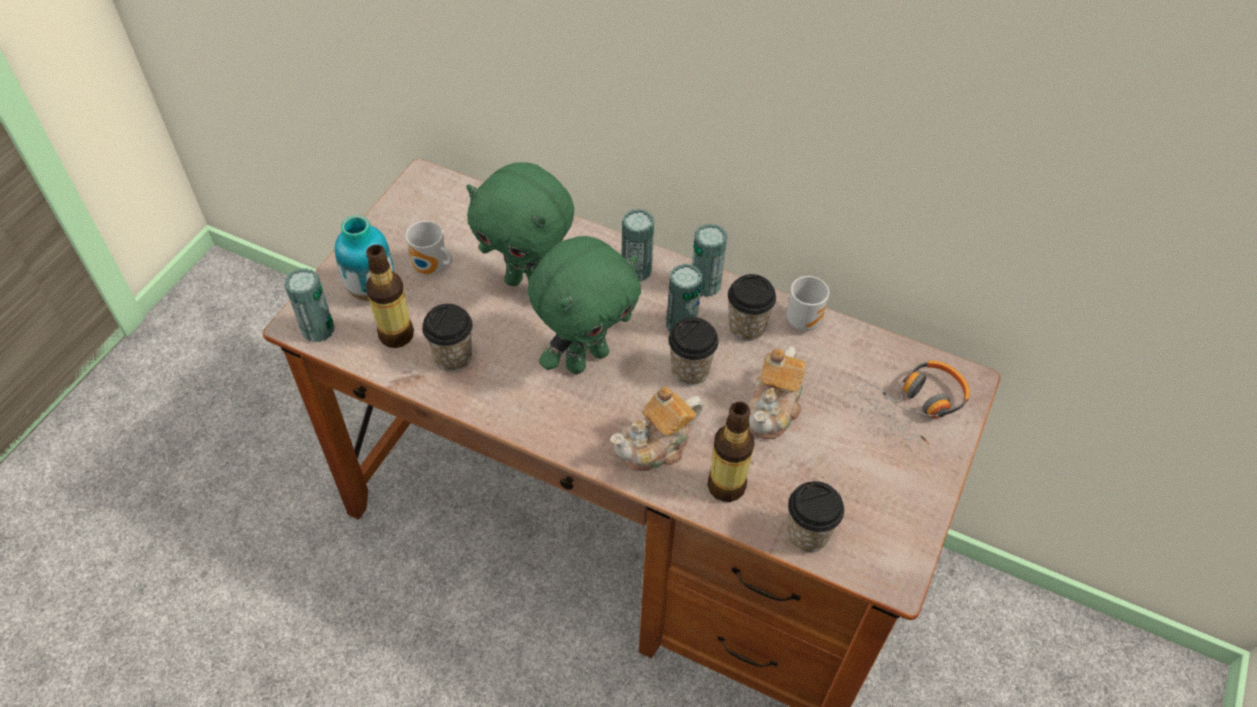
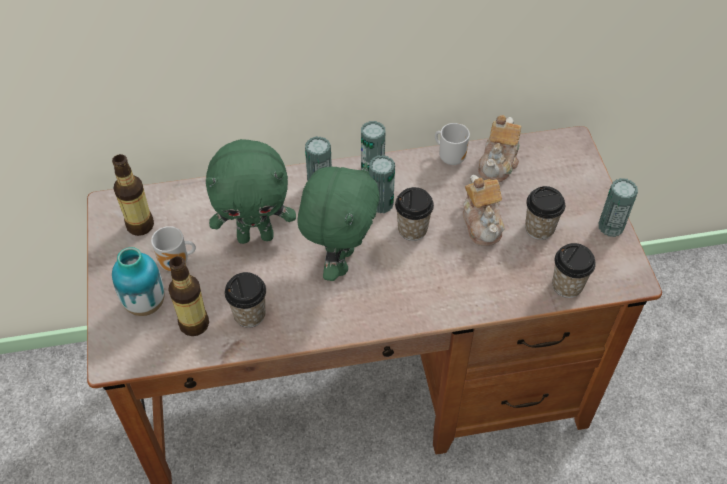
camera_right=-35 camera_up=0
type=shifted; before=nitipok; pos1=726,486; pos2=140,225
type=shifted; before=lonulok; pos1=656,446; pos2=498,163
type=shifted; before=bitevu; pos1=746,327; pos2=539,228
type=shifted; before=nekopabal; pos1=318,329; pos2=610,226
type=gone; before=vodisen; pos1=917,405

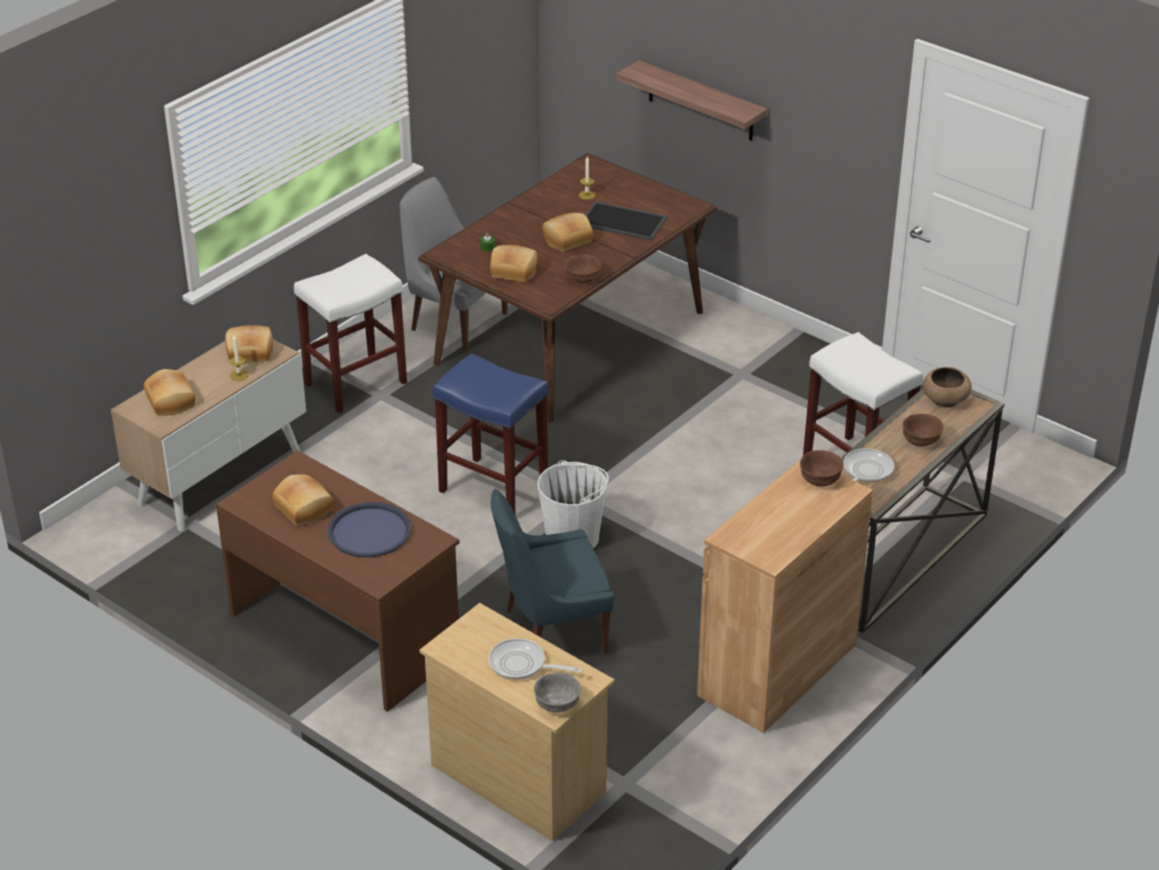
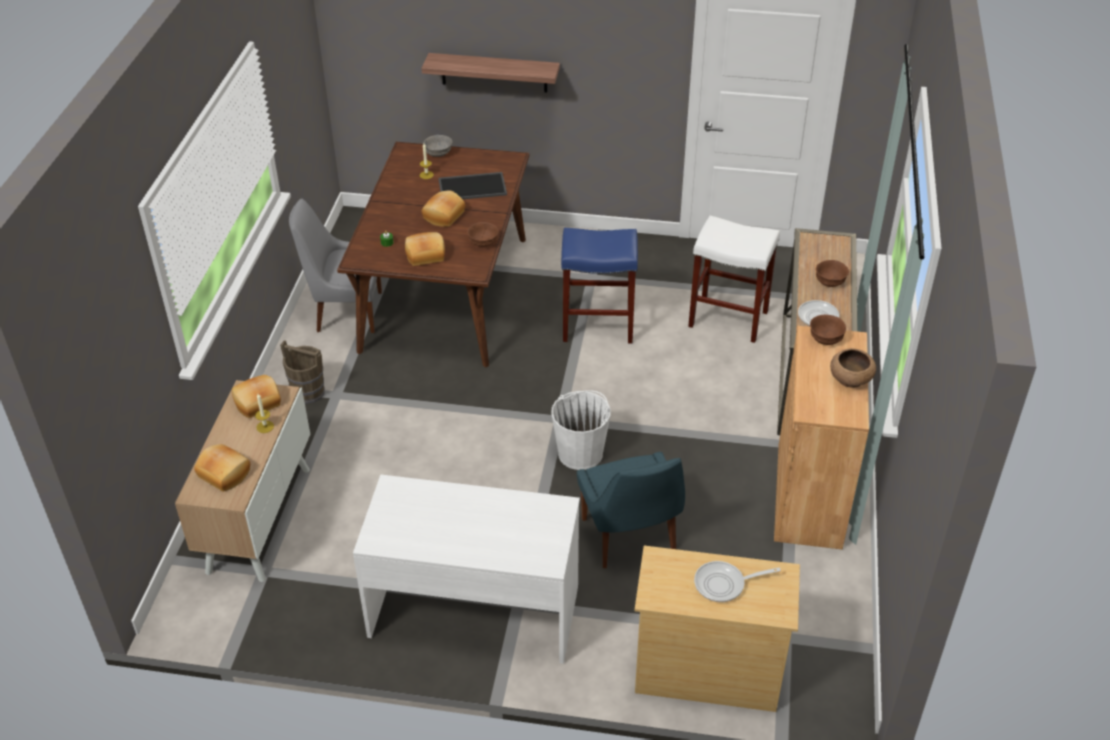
camera_right=-30 camera_up=5
type=swapped; before=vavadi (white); after=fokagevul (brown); pos1=356,382; pos2=308,392
type=repainted; before=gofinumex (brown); after=gofinumex (white); pos1=346,632; pos2=474,610
type=shifted; before=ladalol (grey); pos1=557,704; pos2=438,154
type=shifted; before=vavadi (blue); pos1=495,489; pos2=599,325
type=rotated; before=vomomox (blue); pos1=551,632; pos2=630,537; turn=-60
type=shifted; before=ladalol (brown); pos1=945,400; pos2=851,379
type=gone; before=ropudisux; pos1=305,508
type=gone; before=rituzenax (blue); pos1=369,531

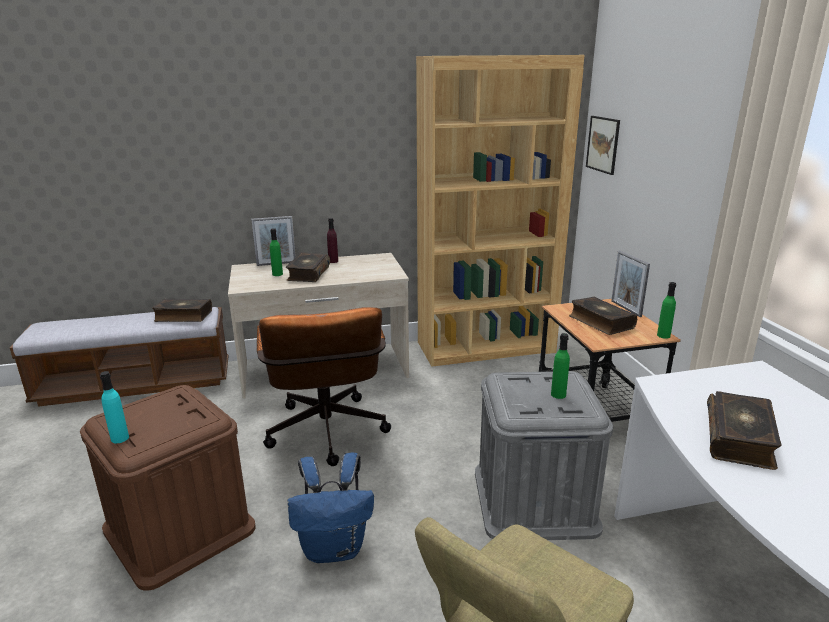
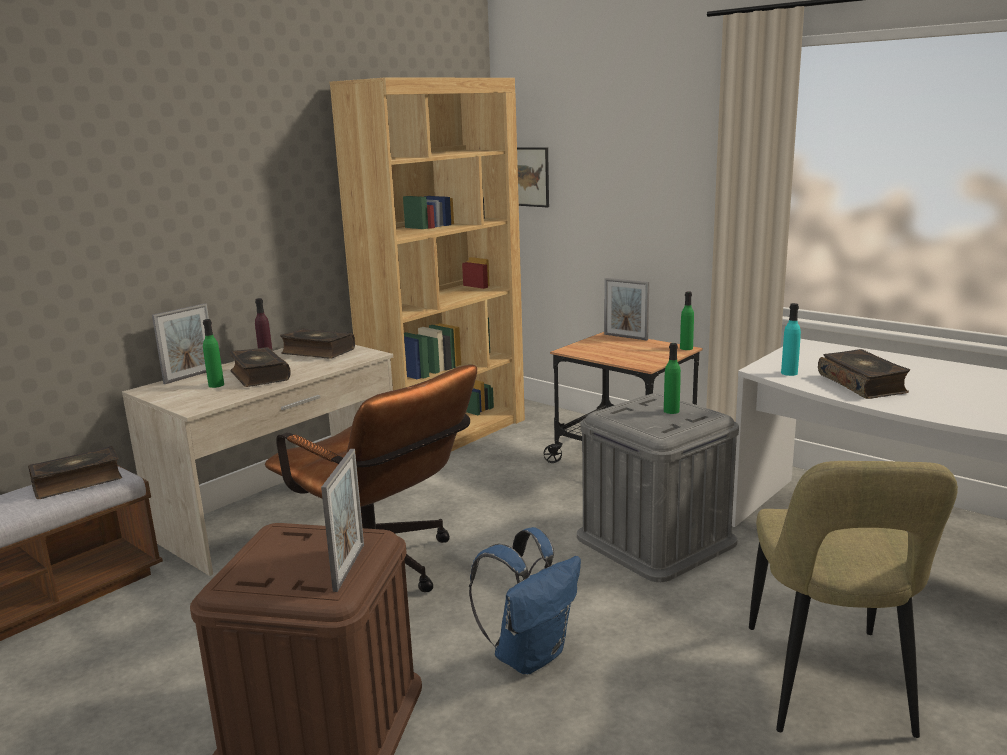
camera_right=-35 camera_up=-5
type=shifted; before=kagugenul; pos1=600,322; pos2=317,352
type=new; after=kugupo; pos2=349,567
type=shifted; before=nitipok (turquoise); pos1=120,438; pos2=789,373

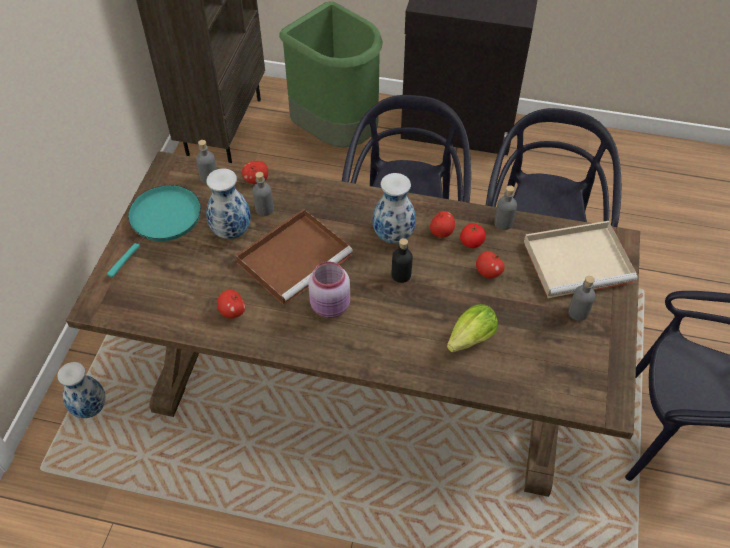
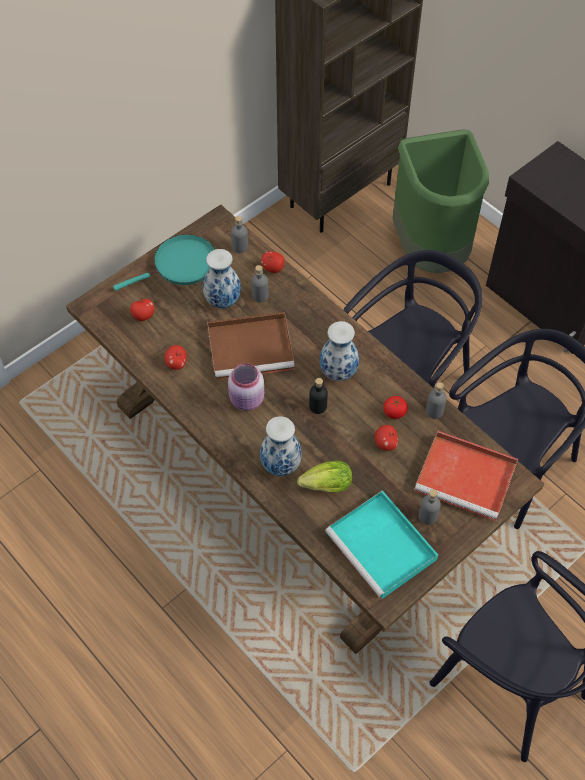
camera_right=35 camera_up=5
type=shifted; before=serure; pos1=441,232; pos2=143,316
type=shifted; before=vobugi; pos1=89,409; pos2=280,465
type=new; after=rituzenax (turquoise); pos2=383,547
type=repainted; before=rituzenax (beige); after=rituzenax (red); pos1=579,261; pos2=467,478

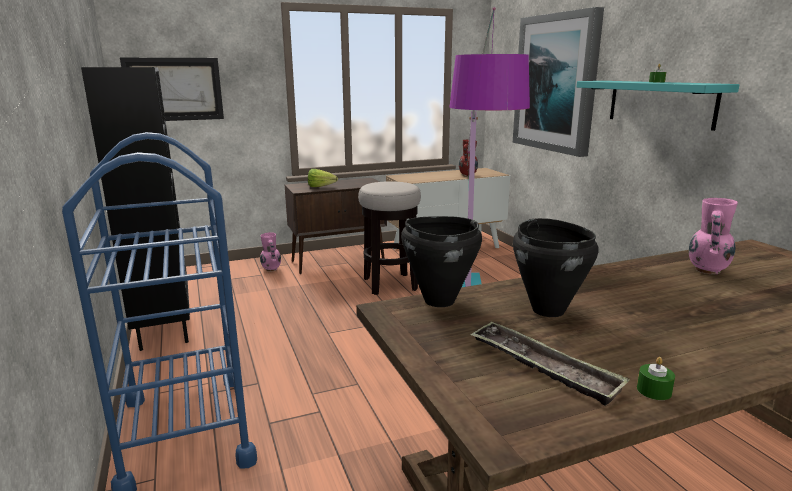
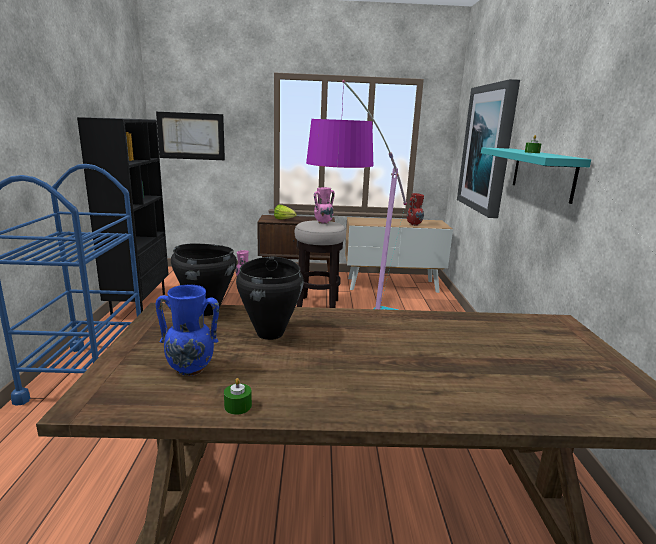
camera_right=20 camera_up=0
type=swapped; before=rituzenax; after=vobugi (blue); pos1=542,367; pos2=191,370
type=shifted; before=vobugi (pink); pos1=706,271; pos2=323,222

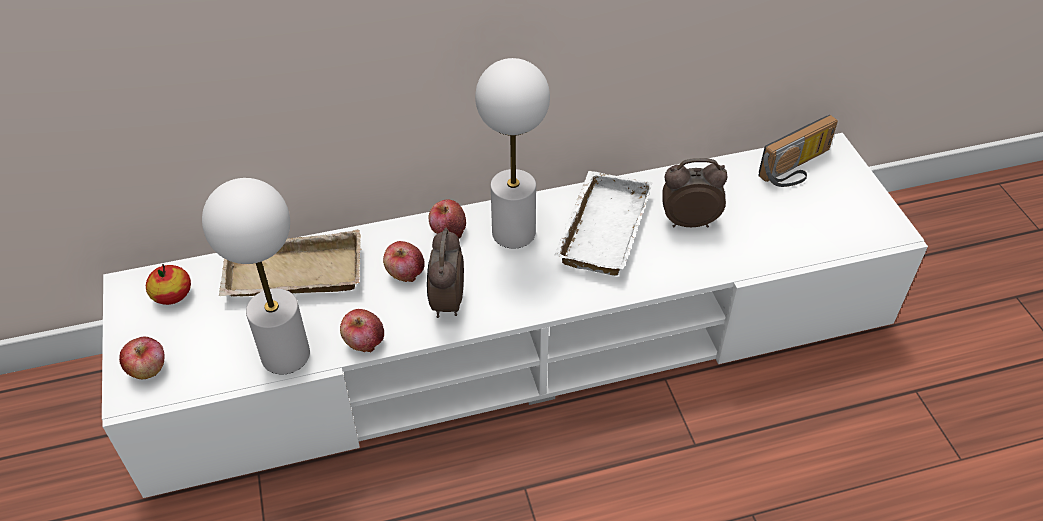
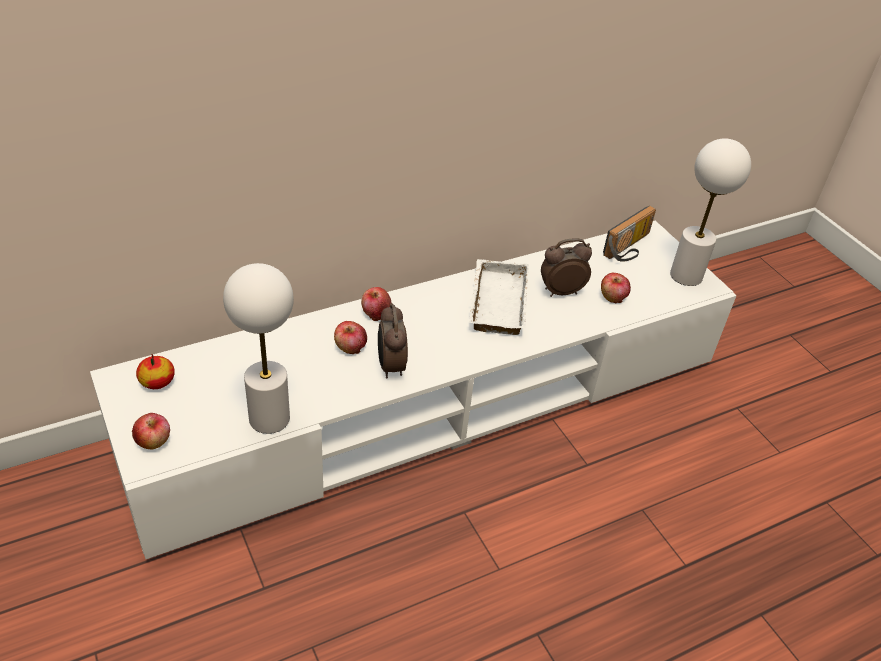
camera_right=-15 camera_up=-5
type=shifted; before=serure; pos1=364,342; pos2=612,297
type=shifted; before=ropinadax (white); pos1=514,232; pos2=686,275
type=gone; before=rituzenax (beige); pos1=292,277

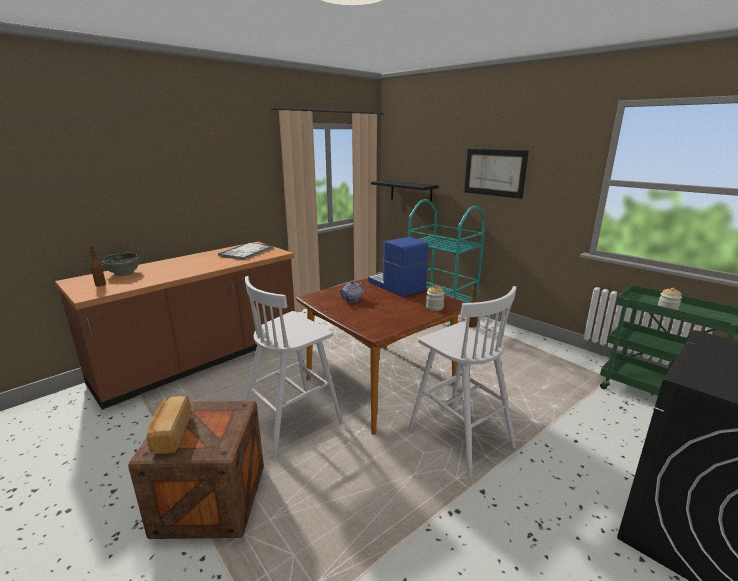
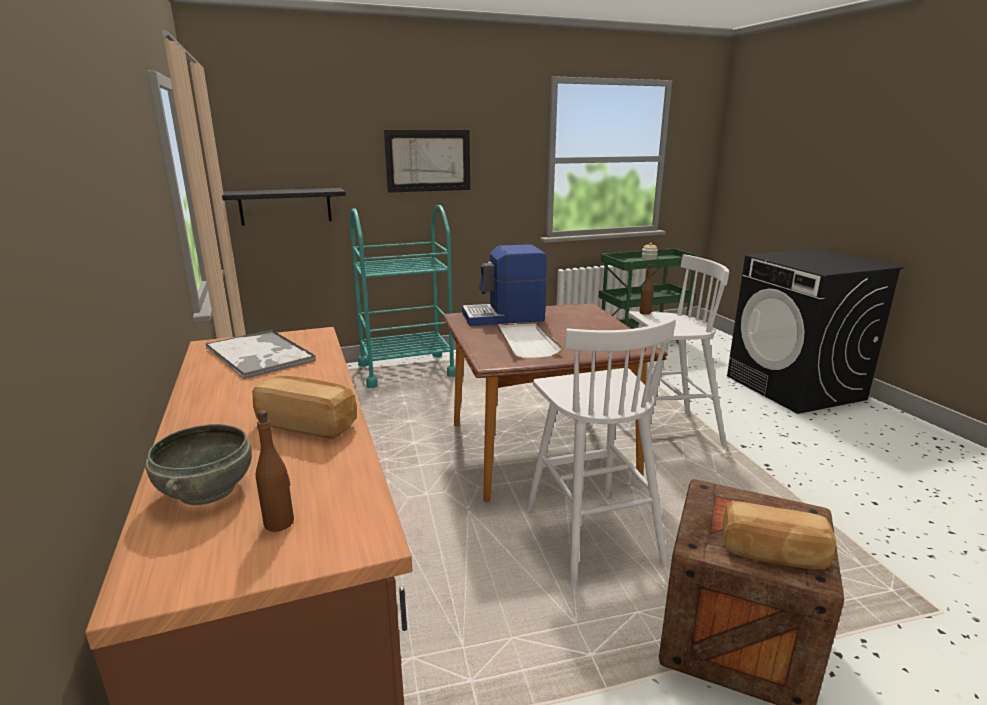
camera_right=-65 camera_up=0
type=new; after=ropudisux; pos2=308,424
type=swapped; before=lonulok; after=rituzenax (white); pos1=352,299; pos2=526,342
type=gone; before=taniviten; pos1=434,307

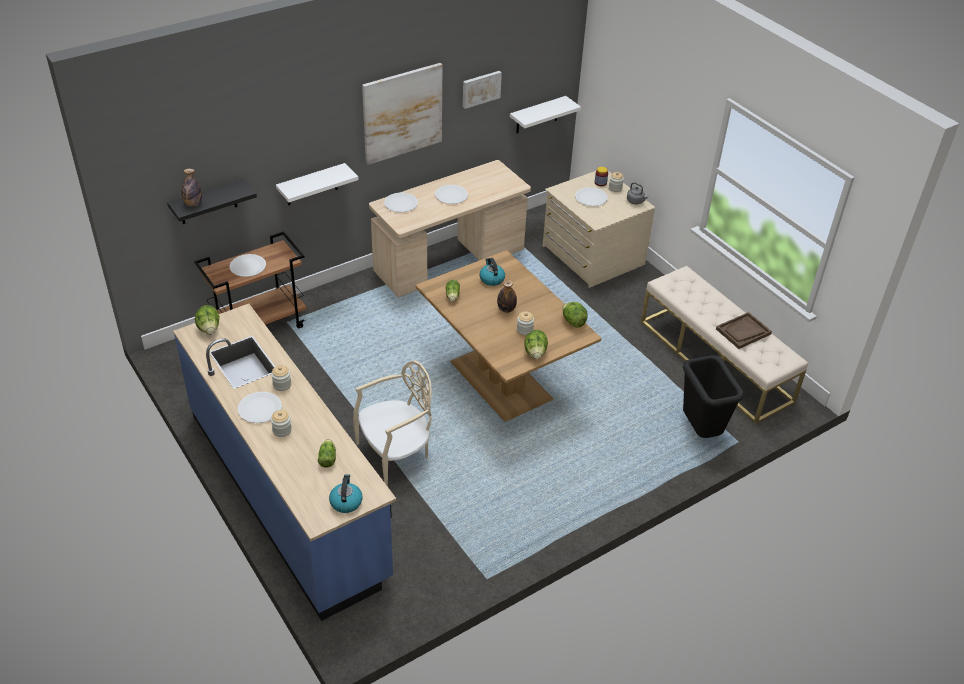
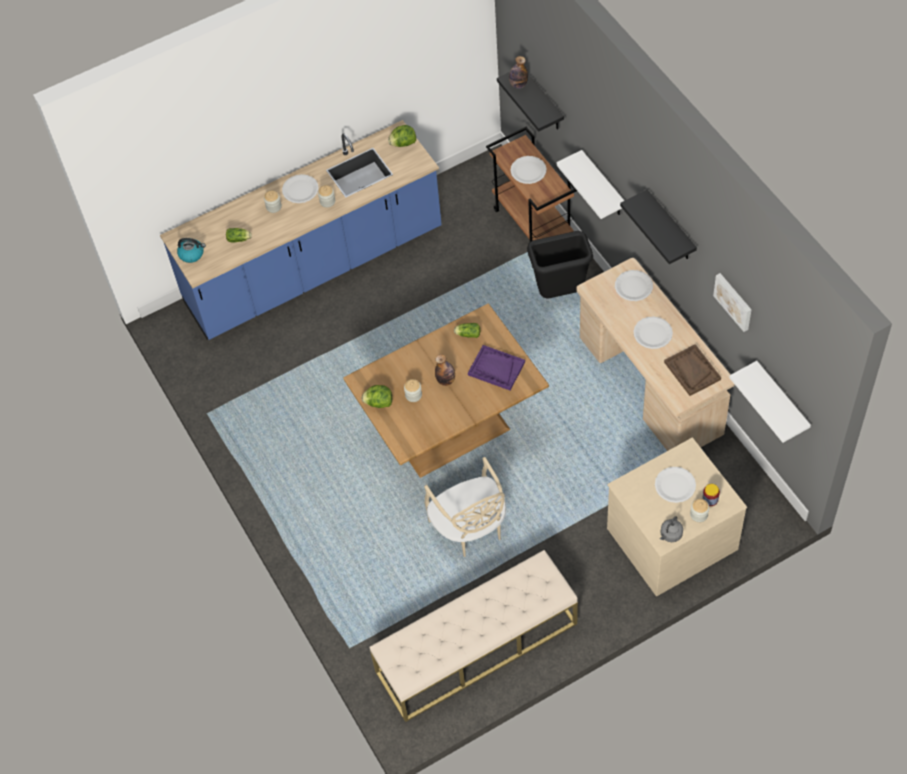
camera_right=100 camera_up=15
type=shifted; before=vomomox (beige); pos1=395,455; pos2=470,528
type=swapped; before=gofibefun; after=rituzenax (purple); pos1=491,279; pos2=496,368
type=shifted; before=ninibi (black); pos1=700,431; pos2=559,293
type=swapped; before=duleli; after=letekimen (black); pos1=402,113; pos2=670,227
type=shifted; before=rituzenax (brown); pos1=743,332; pos2=692,371
type=gone; before=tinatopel; pos1=573,322

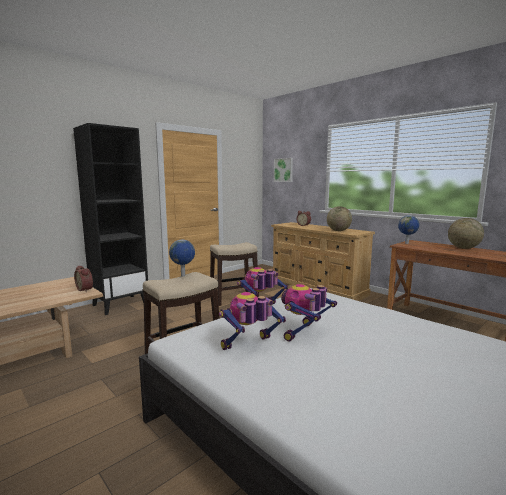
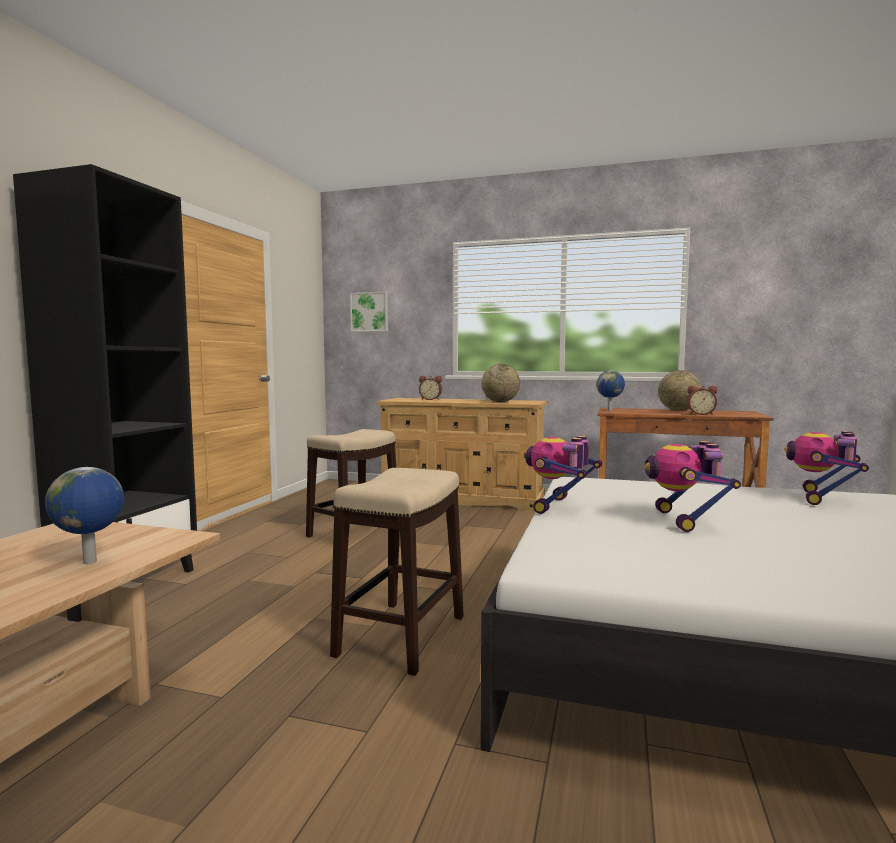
camera_right=-30 camera_up=-5
type=shifted; before=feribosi; pos1=183,276; pos2=91,562
type=shifted; before=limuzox; pos1=86,289; pos2=700,414
type=shifted; before=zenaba; pos1=249,346; pos2=822,499

